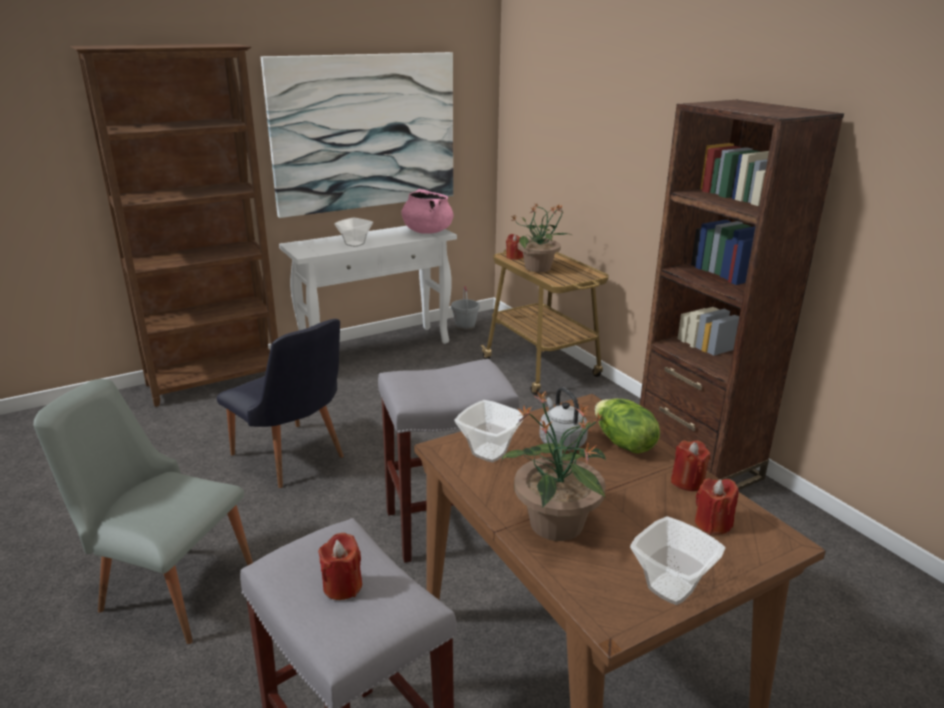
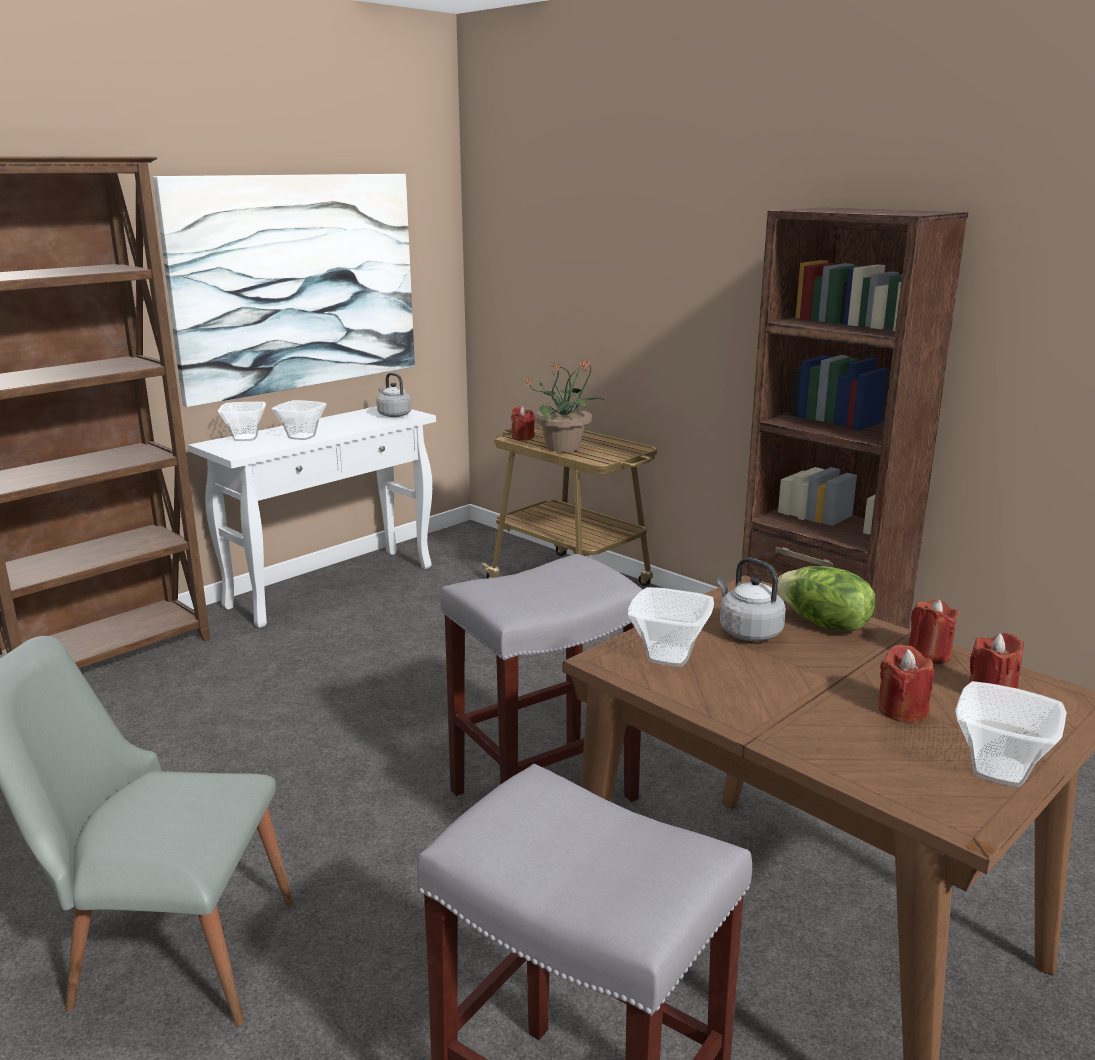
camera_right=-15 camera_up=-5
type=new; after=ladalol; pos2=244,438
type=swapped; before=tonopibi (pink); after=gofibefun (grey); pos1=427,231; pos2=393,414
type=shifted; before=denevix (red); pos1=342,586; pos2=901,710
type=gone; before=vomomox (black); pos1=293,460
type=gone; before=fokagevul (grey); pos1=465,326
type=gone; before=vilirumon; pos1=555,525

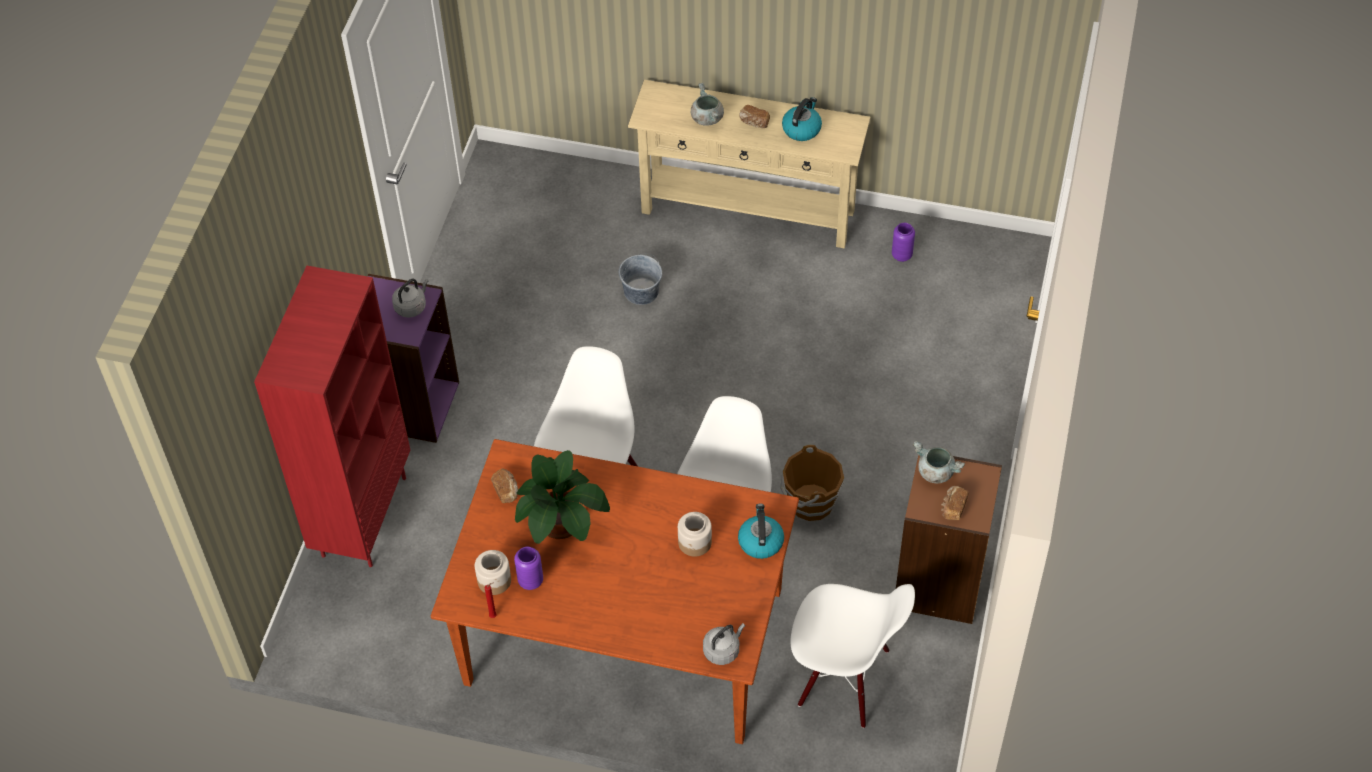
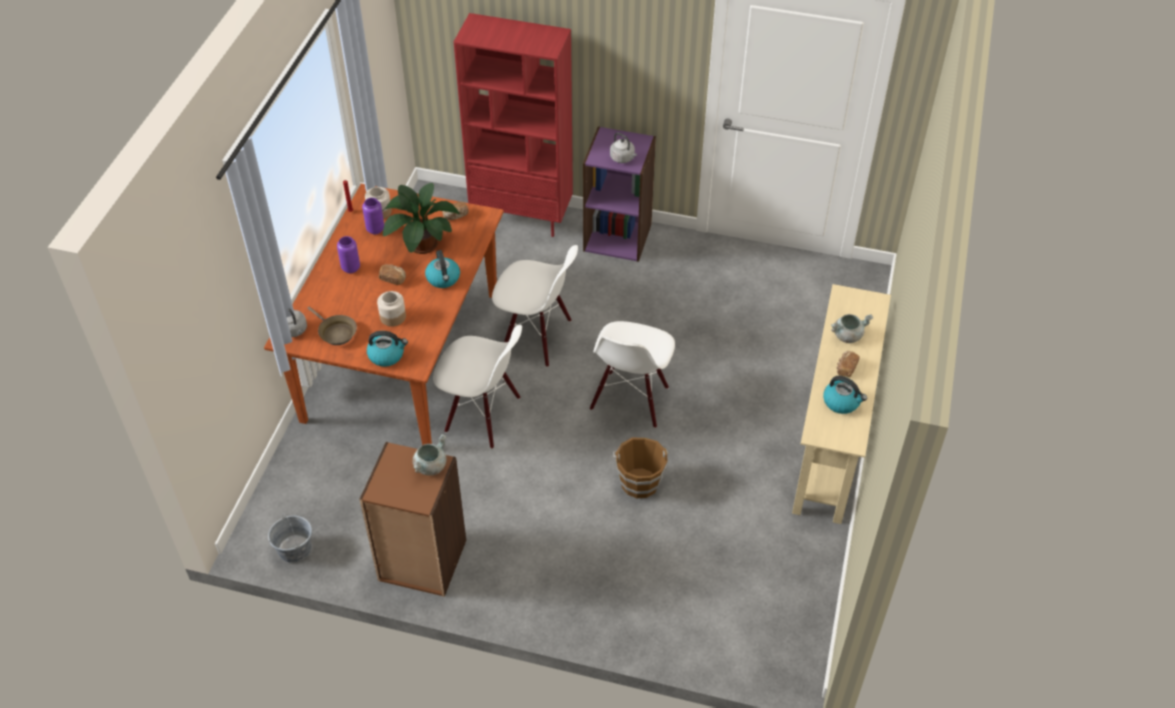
camera_right=90 camera_up=-5
type=shifted; before=fokagevul (grey); pos1=641,292; pos2=294,548
type=new; after=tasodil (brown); pos2=335,332
type=shifted; before=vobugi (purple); pos1=901,255; pos2=351,268
type=shifted; before=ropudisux; pos1=953,507; pos2=393,279
type=new; after=gofibefun; pos2=443,278
type=shifted; before=vomomox (white); pos1=843,679; pos2=630,399
type=shifted; before=fokagevul (brown); pos1=809,502; pos2=639,481

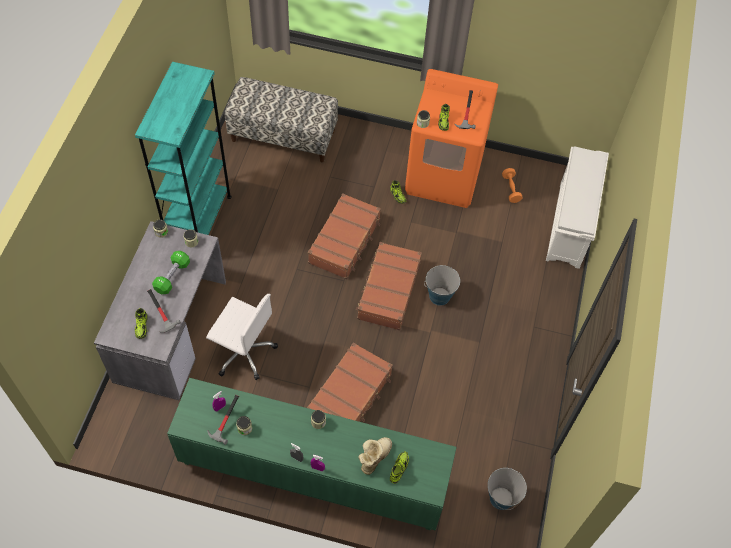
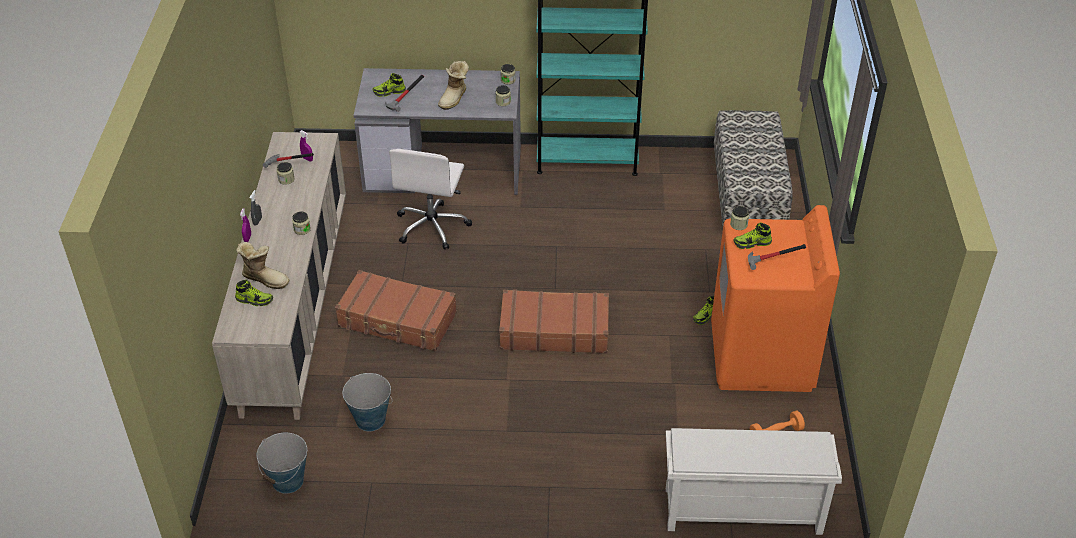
camera_right=80 camera_up=-15
type=repainted; before=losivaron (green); after=losivaron (beige); pos1=313,474; pos2=294,307
type=shifted; before=fokagevul; pos1=439,296; pos2=370,419
type=swapped; before=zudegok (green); after=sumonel; pos1=172,277; pos2=454,98
type=gone; before=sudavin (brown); pos1=345,241

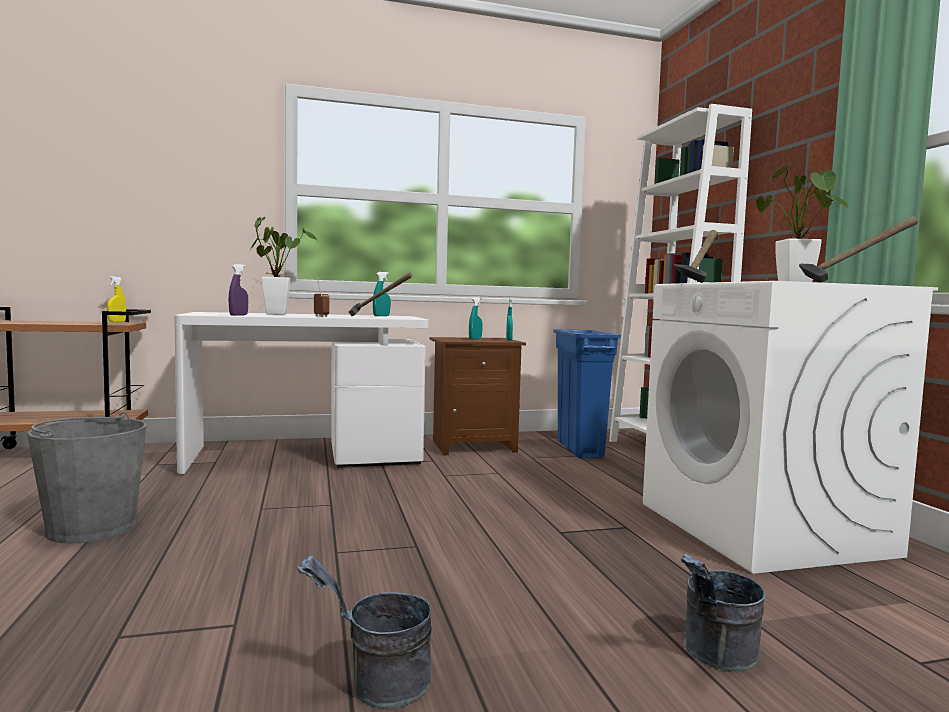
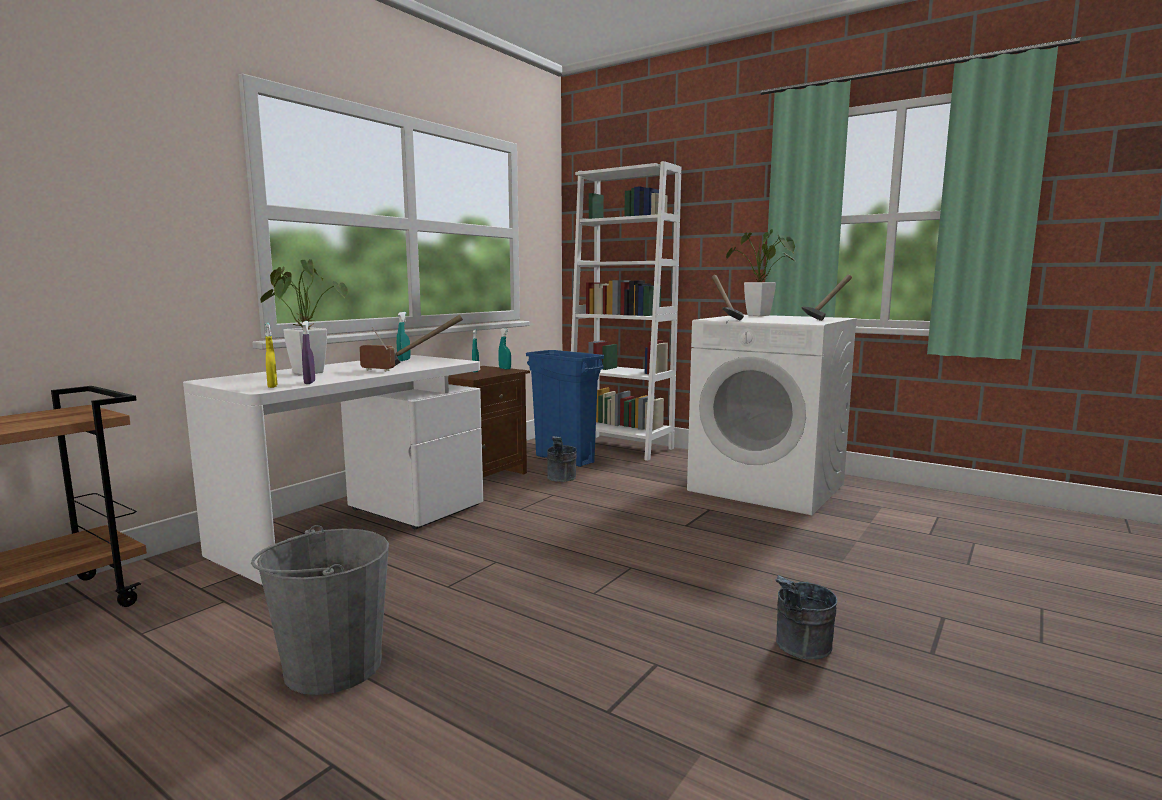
camera_right=-40 camera_up=5
type=shifted; before=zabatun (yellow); pos1=116,322; pos2=272,386
type=shifted; before=fokagevul (grey); pos1=715,657; pos2=561,479

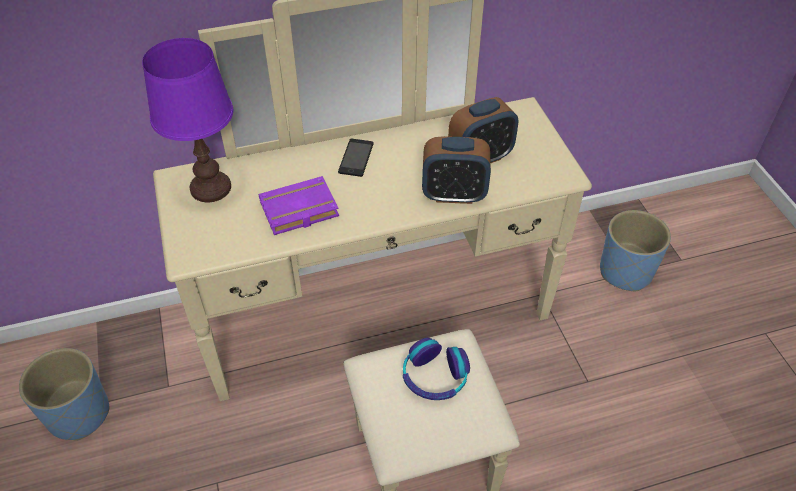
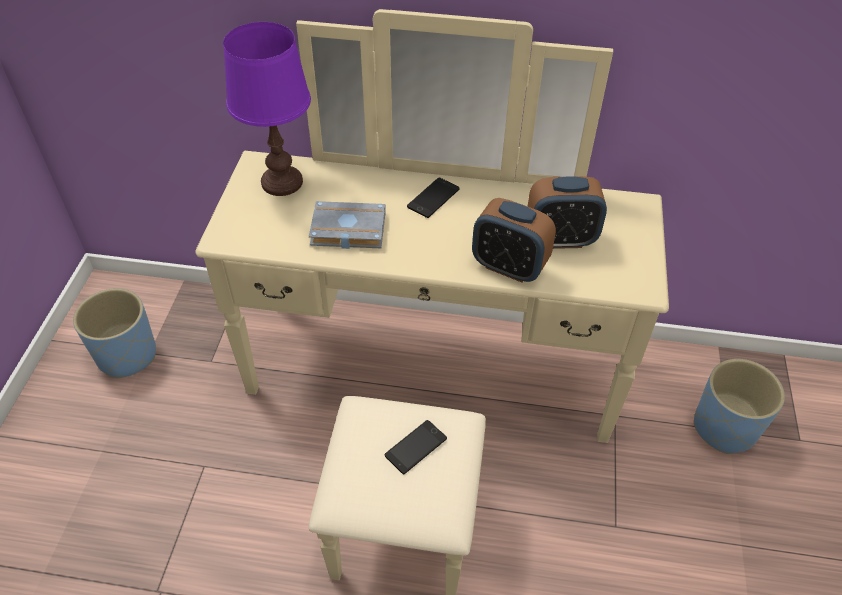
camera_right=25 camera_up=0
type=repainted; before=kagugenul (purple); after=kagugenul (grey); pos1=298,211; pos2=346,231
type=swapped; before=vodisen; after=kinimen; pos1=434,377; pos2=415,447

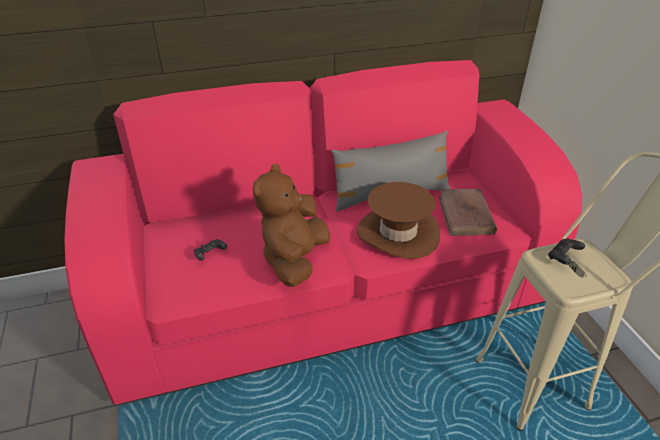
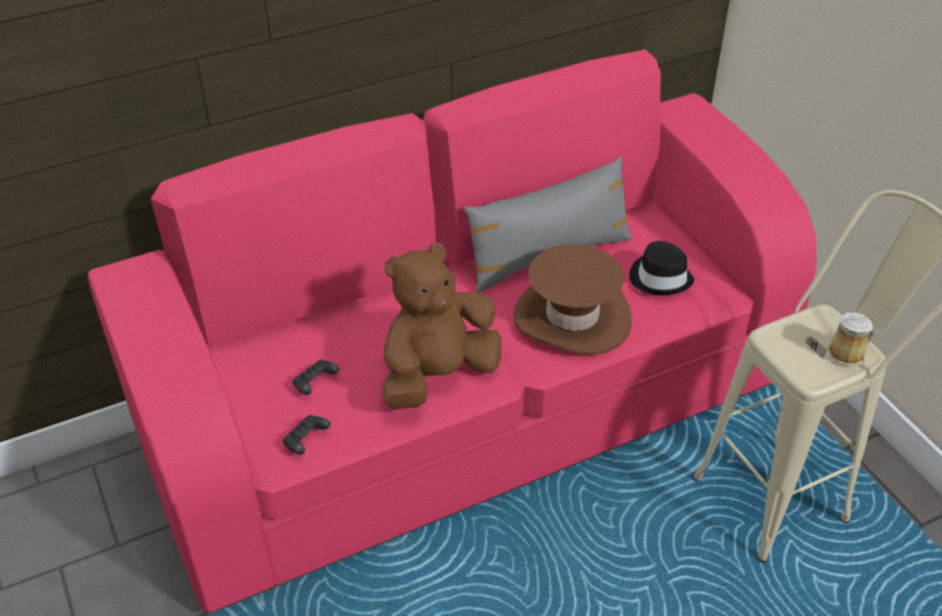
camera_right=-10 camera_up=5
type=shifted; before=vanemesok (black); pos1=563,257; pos2=306,441
type=rotated; before=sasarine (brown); pos1=294,259; pos2=437,375; turn=45
type=swapped; before=kagugenul (brown); after=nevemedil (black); pos1=465,215; pos2=660,278
type=new; after=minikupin; pos2=848,353

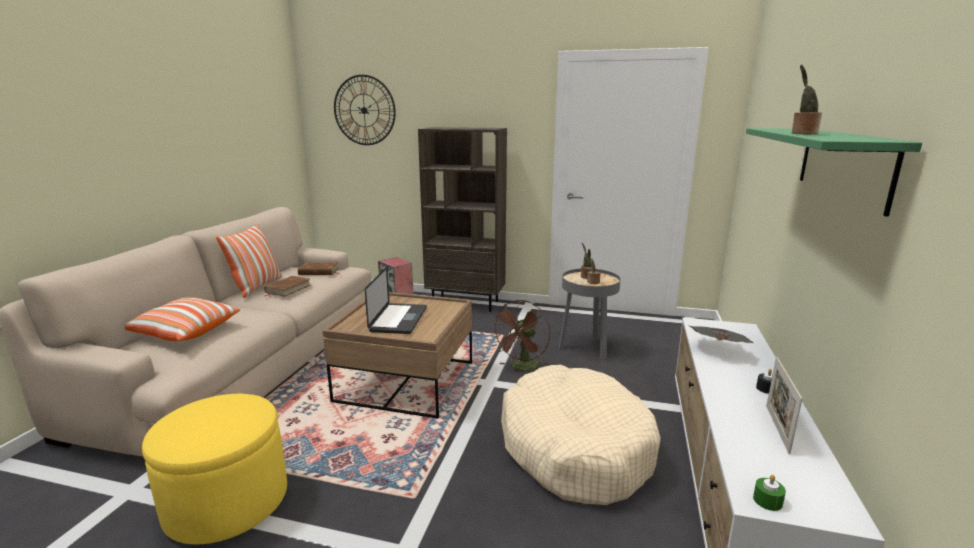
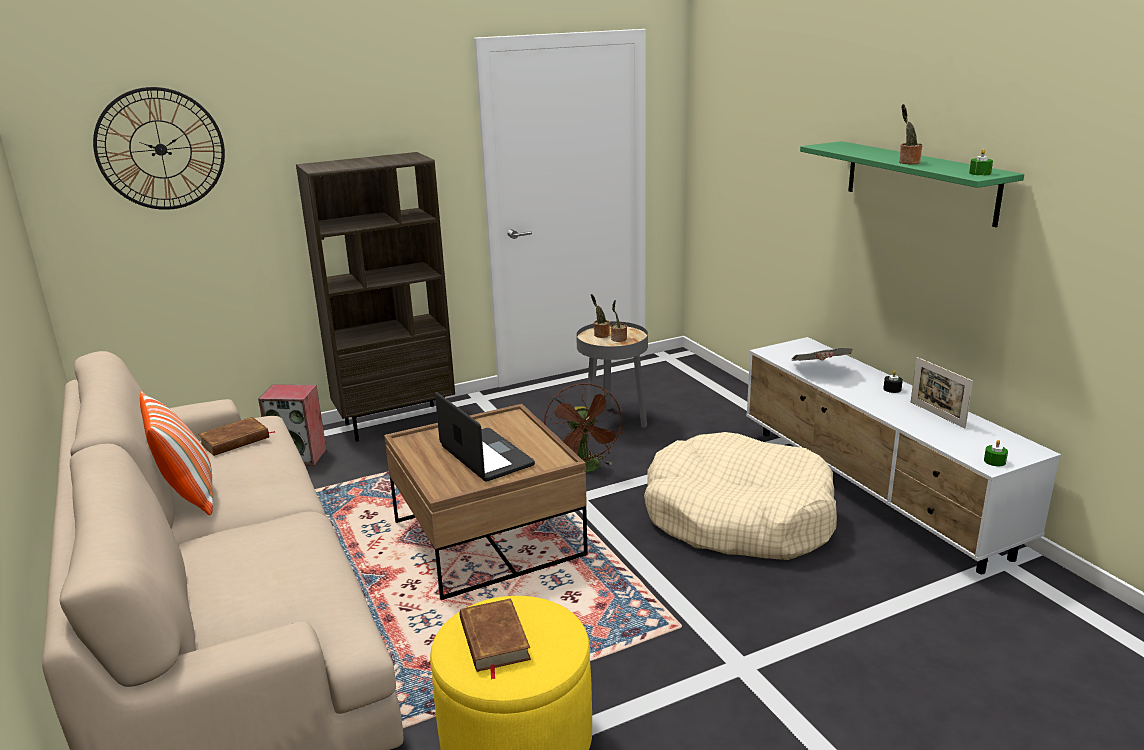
camera_right=-40 camera_up=5
type=shifted; before=kagugenul (brown); pos1=288,289; pos2=494,640
type=new; after=denevix (green); pos2=980,173
type=gone; before=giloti; pos1=184,332

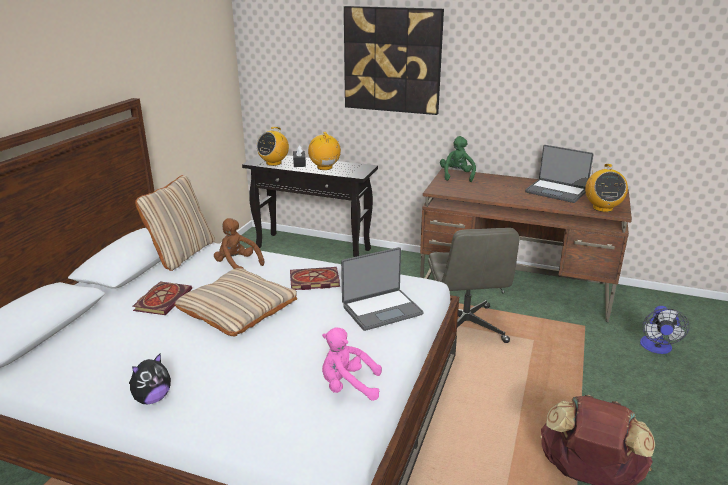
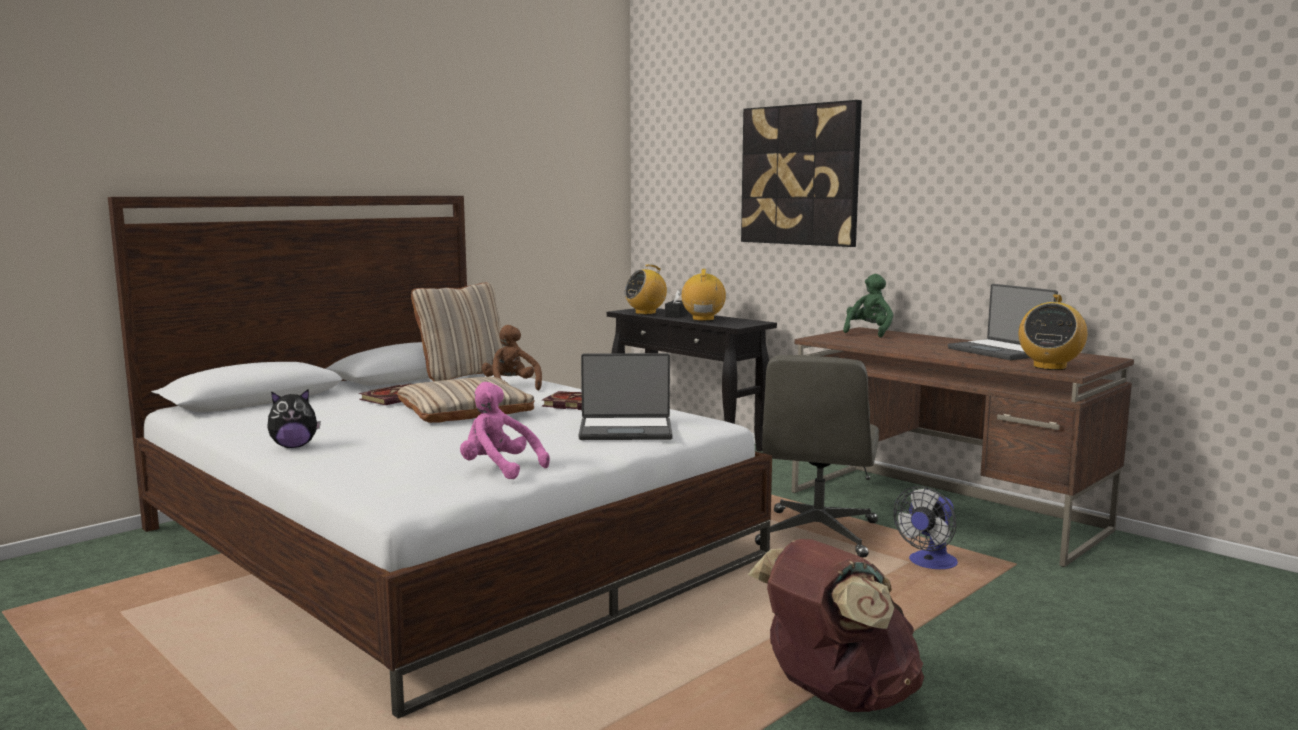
camera_right=25 camera_up=-15
type=shifted; before=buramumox; pos1=656,348; pos2=929,564

